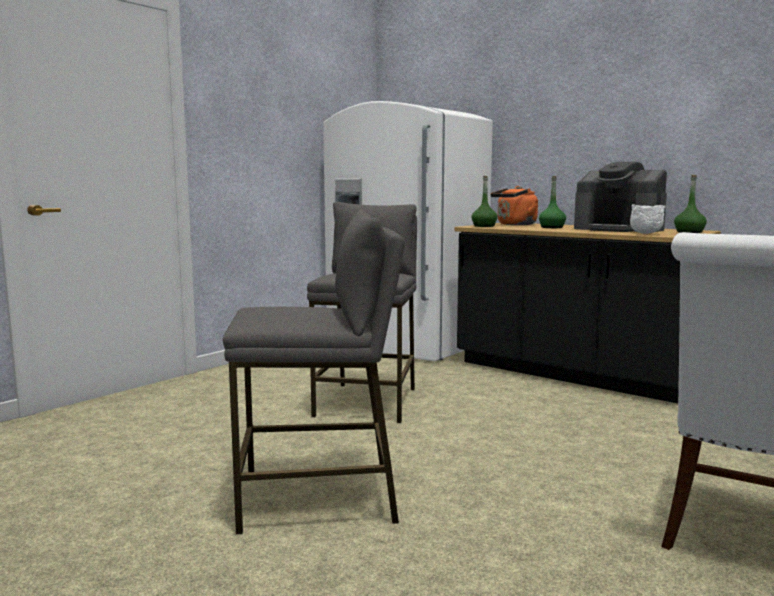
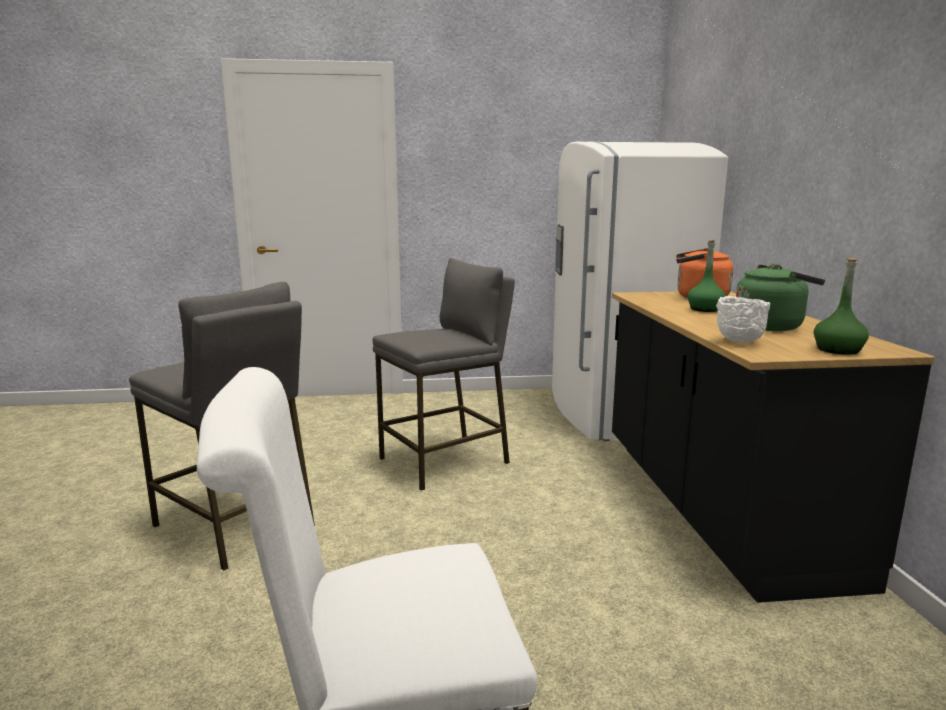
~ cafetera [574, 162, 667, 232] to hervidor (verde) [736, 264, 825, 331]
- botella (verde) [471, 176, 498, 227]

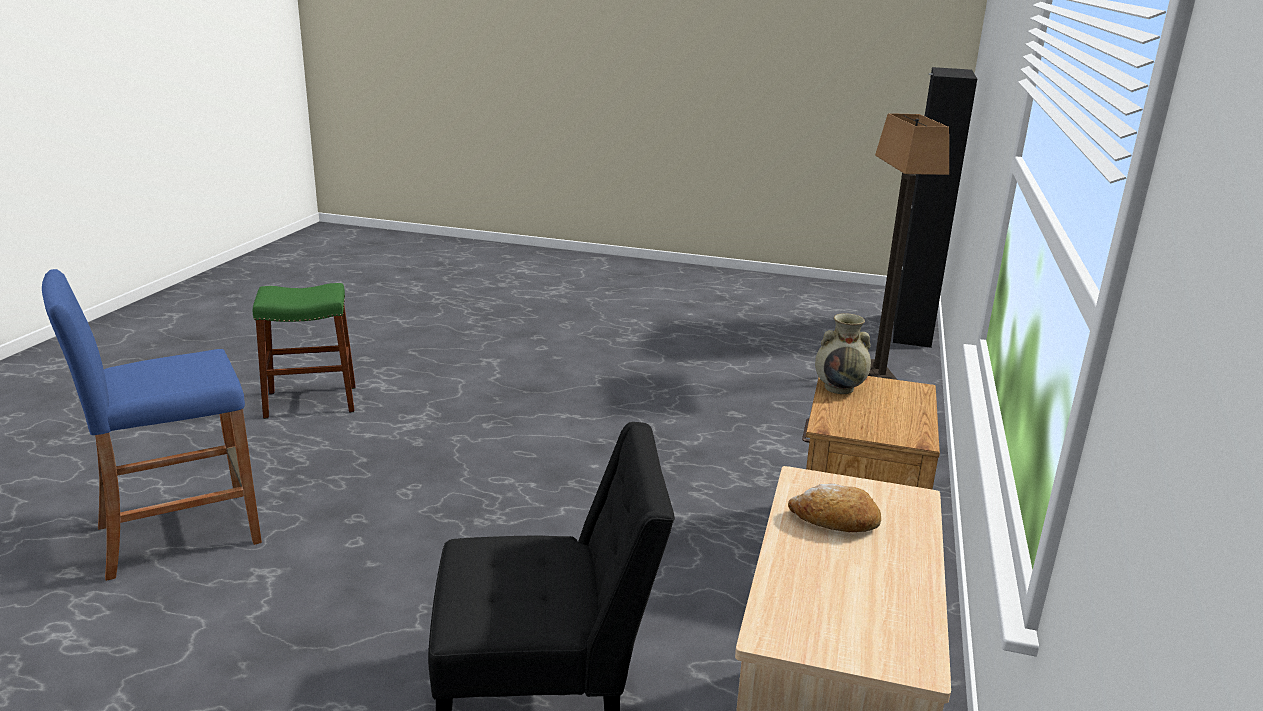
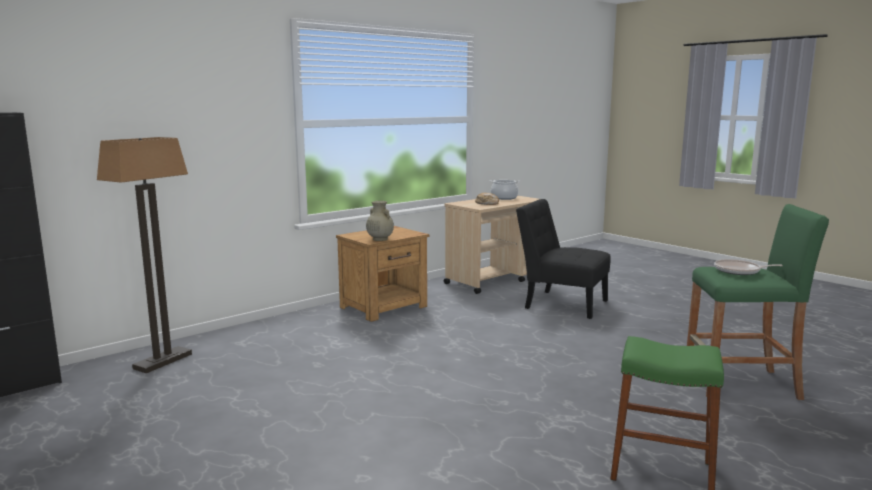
+ olla [490, 180, 520, 200]
~ taburete (azul) [42, 269, 262, 581] to taburete (verde) [687, 204, 829, 400]
+ sartén [714, 259, 783, 275]

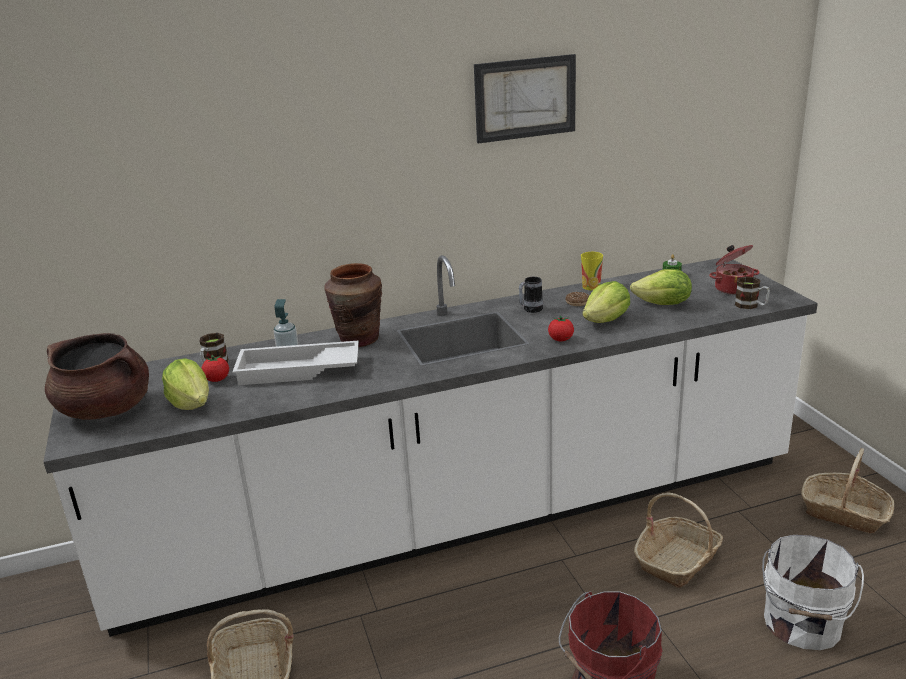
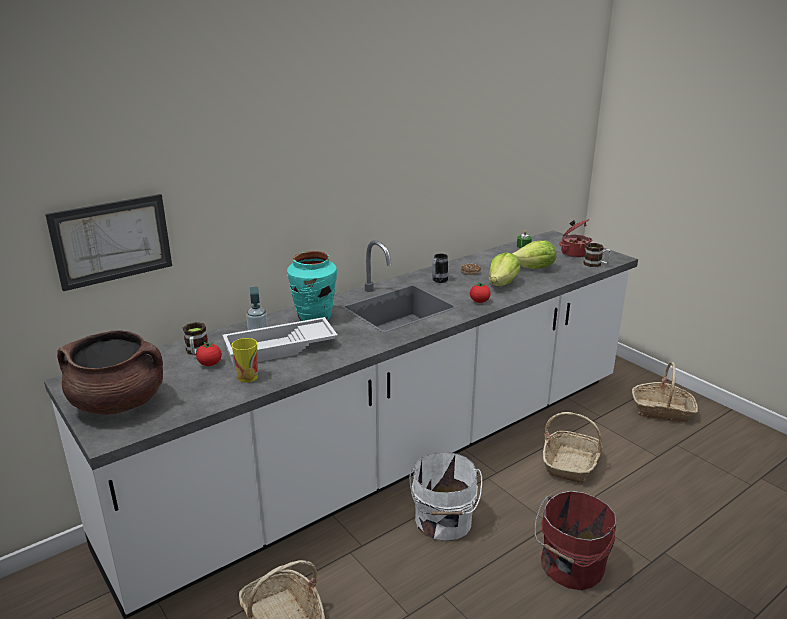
~ cuadro [474, 54, 576, 144] to [45, 194, 172, 291]
~ taza [581, 252, 603, 290] to [232, 338, 258, 382]
~ florero (marrón) [324, 263, 382, 347] to florero (turquesa) [287, 251, 337, 321]
~ cubo (blanco) [762, 535, 864, 650] to [409, 452, 482, 541]
- lechuga [162, 358, 209, 410]

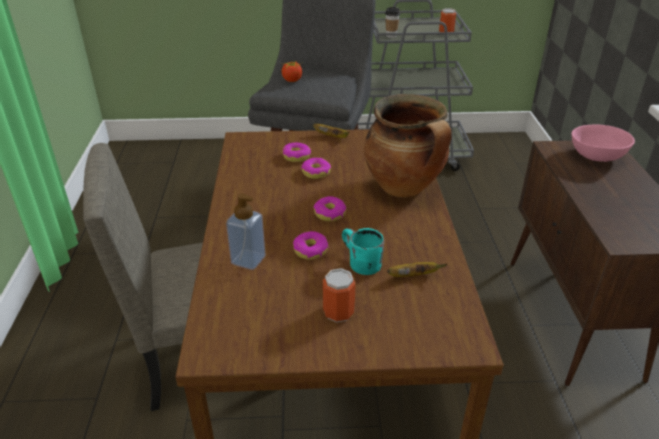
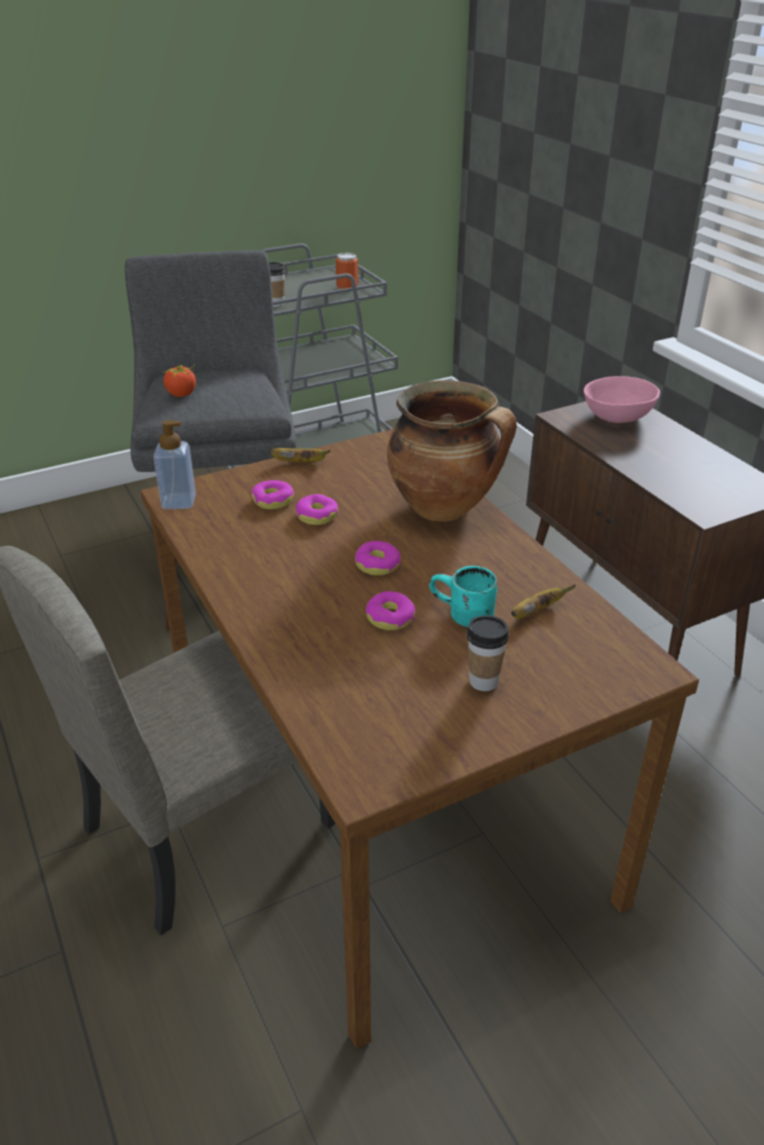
~ dispensador de jabón [226, 194, 266, 270] to [153, 420, 196, 509]
~ lata [323, 268, 356, 322] to taza [467, 616, 509, 691]

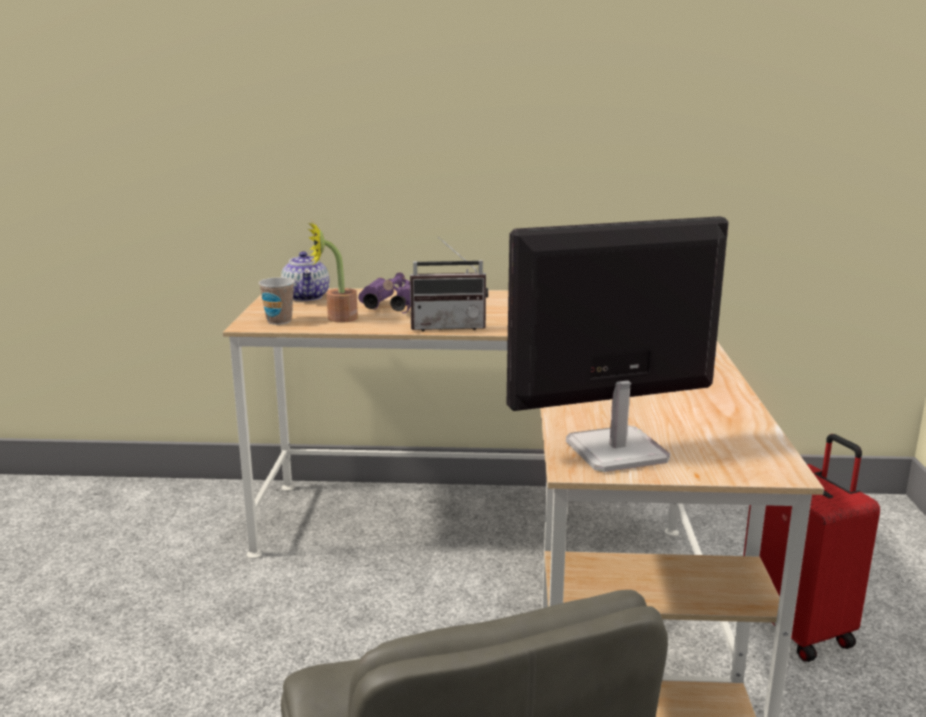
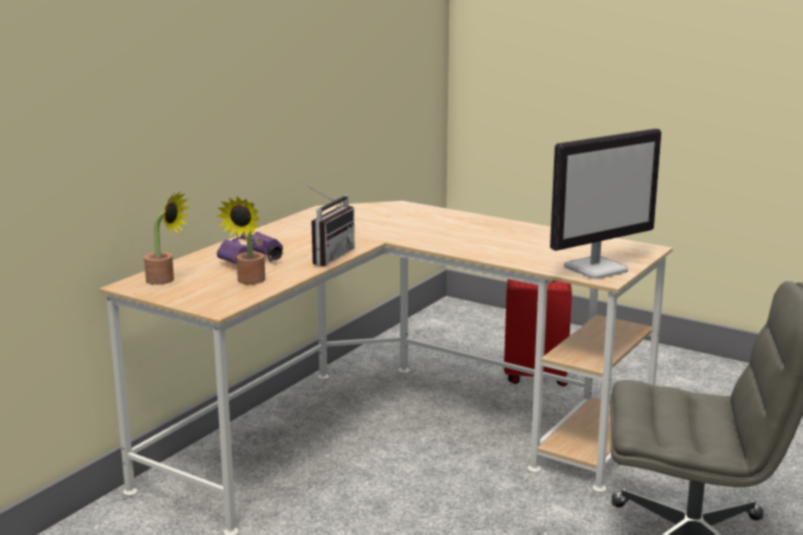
~ tetera [281, 251, 329, 301] to planta en maceta [144, 192, 190, 285]
~ monitor [507, 216, 729, 472] = [550, 129, 661, 279] 135 degrees counterclockwise
- taza [258, 277, 295, 325]

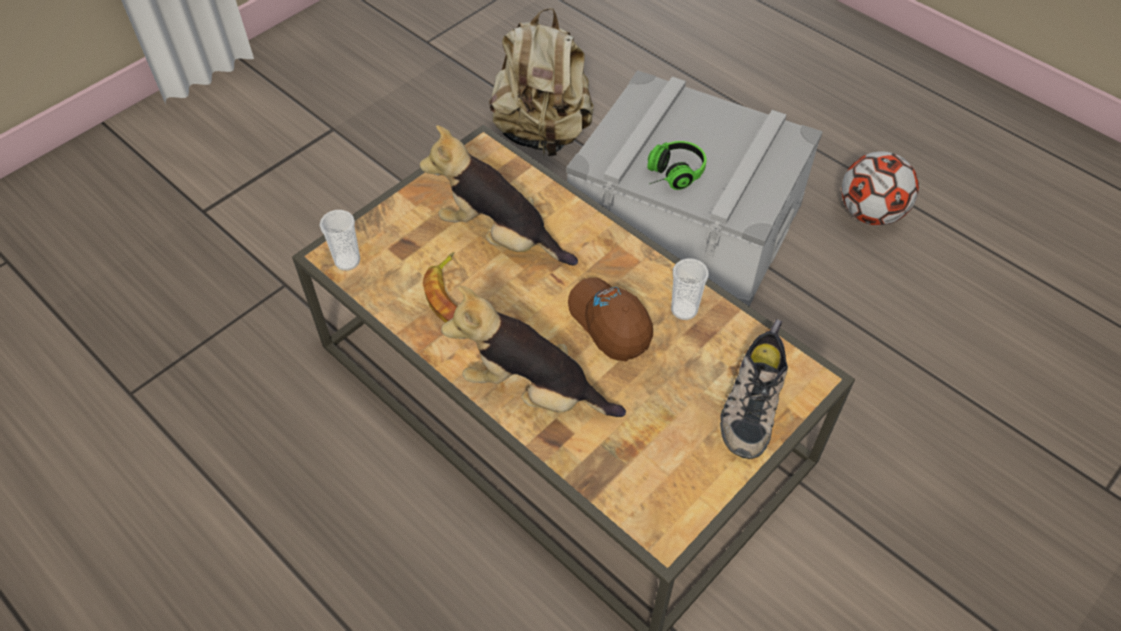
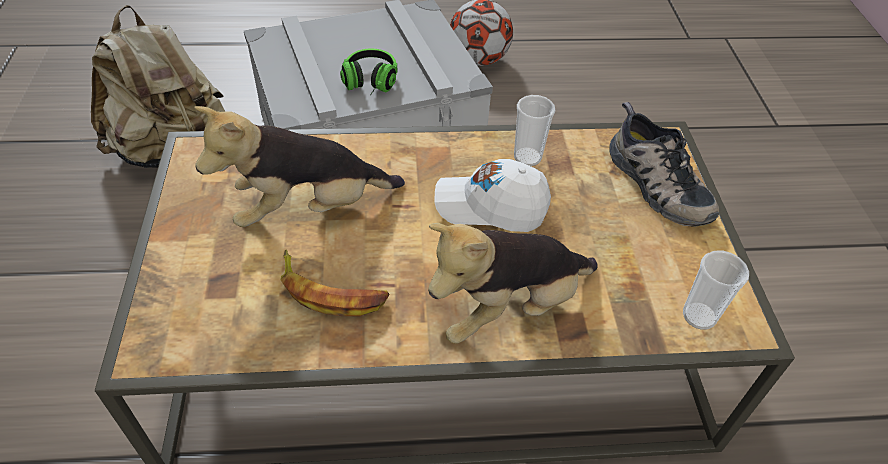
~ gorra (marrón) [568, 277, 653, 361] to gorra (blanco) [434, 159, 551, 232]
~ taza [319, 210, 360, 271] to [683, 251, 749, 330]

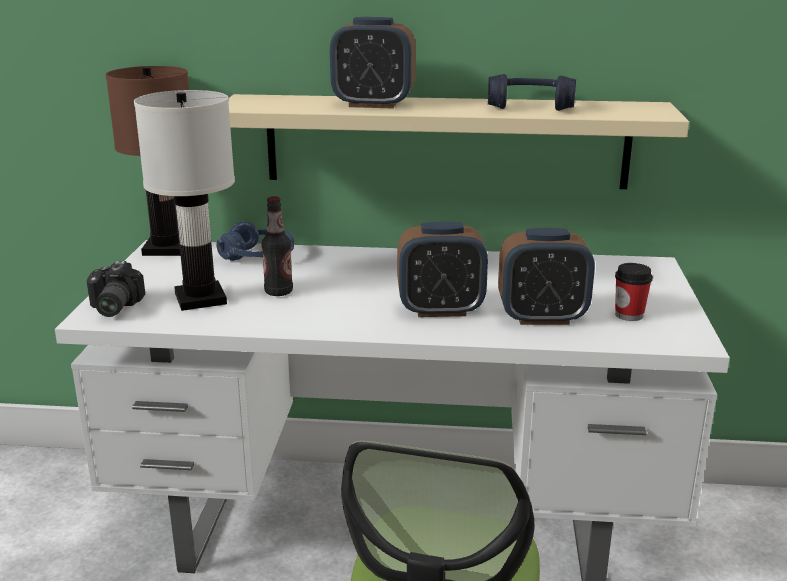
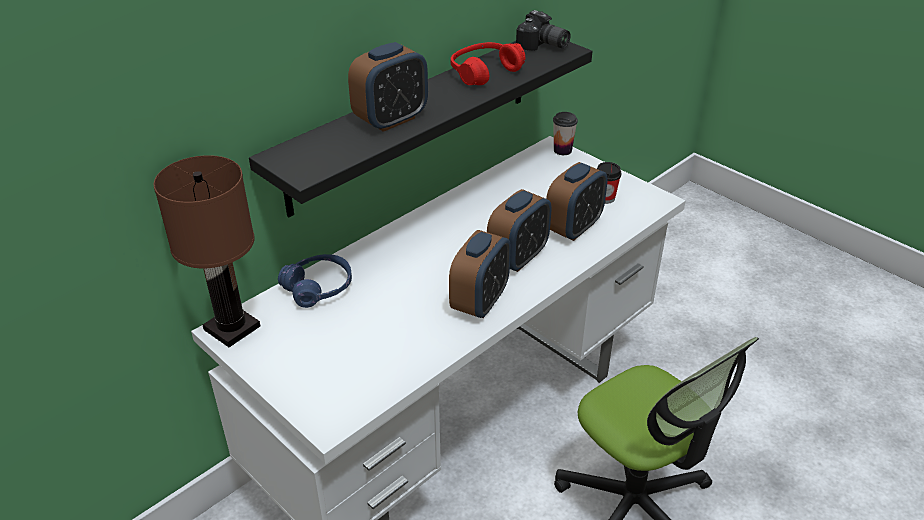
~ estante (beis) [229, 94, 689, 189] to estante (negro) [249, 41, 592, 217]
+ despertador [449, 230, 511, 318]
~ auriculares (azul) [488, 74, 576, 111] to auriculares (rojo) [451, 42, 525, 85]
~ cámara [87, 261, 145, 317] to [516, 10, 571, 51]
+ taza [553, 112, 578, 155]
- lámpara de mesa (blanco) [134, 90, 235, 311]
- botella [262, 196, 293, 296]

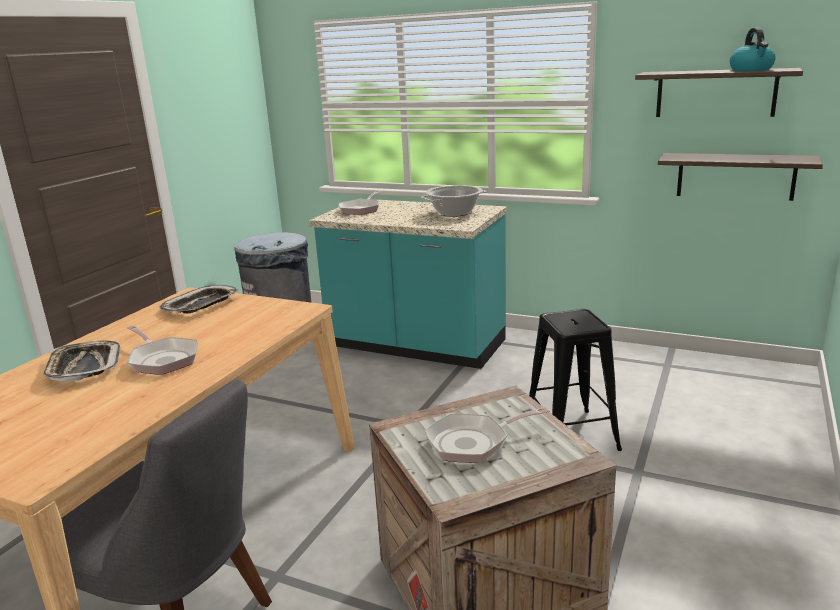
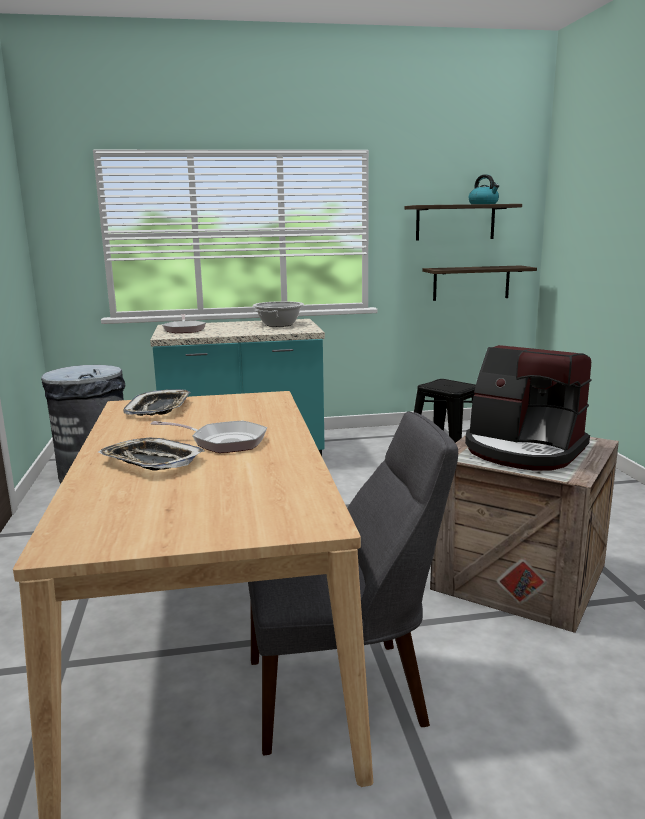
~ sartén [424, 407, 550, 463] to cafetera [465, 345, 592, 471]

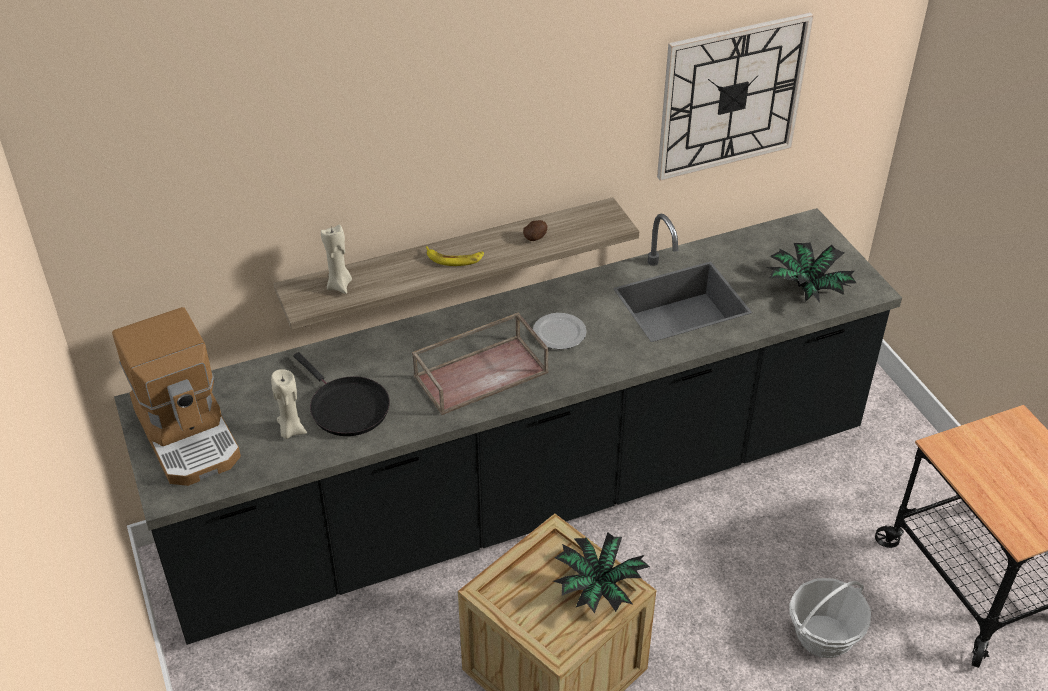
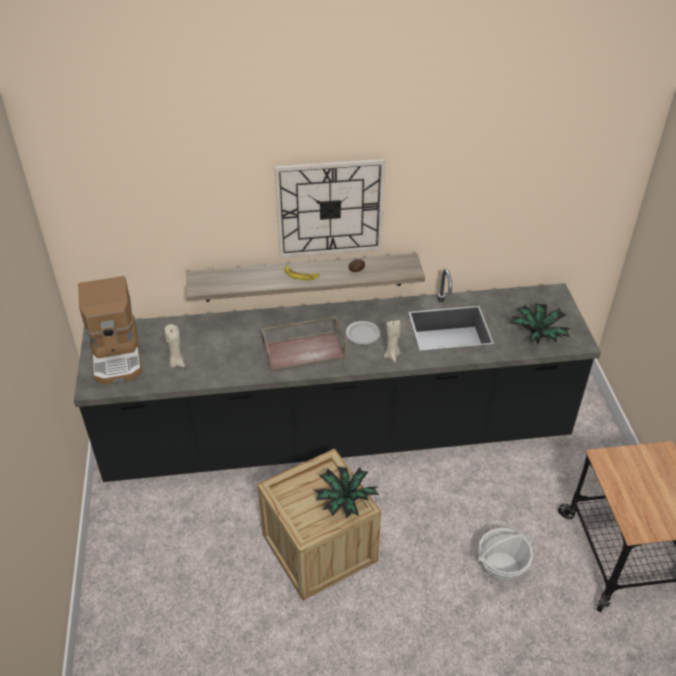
~ reloj de pared [657, 12, 814, 181] to [274, 159, 385, 258]
~ vela (beis) [321, 225, 352, 294] to [384, 320, 401, 362]
- sartén (negro) [293, 352, 390, 436]

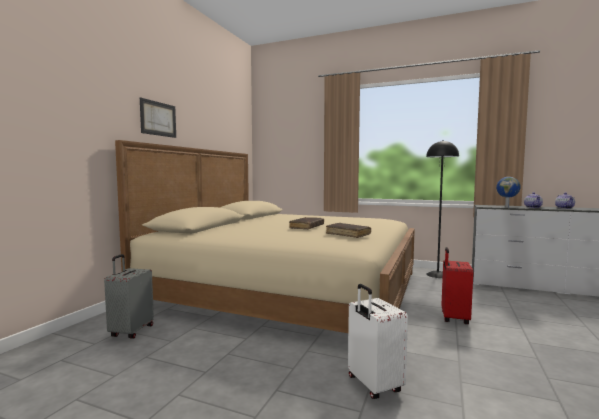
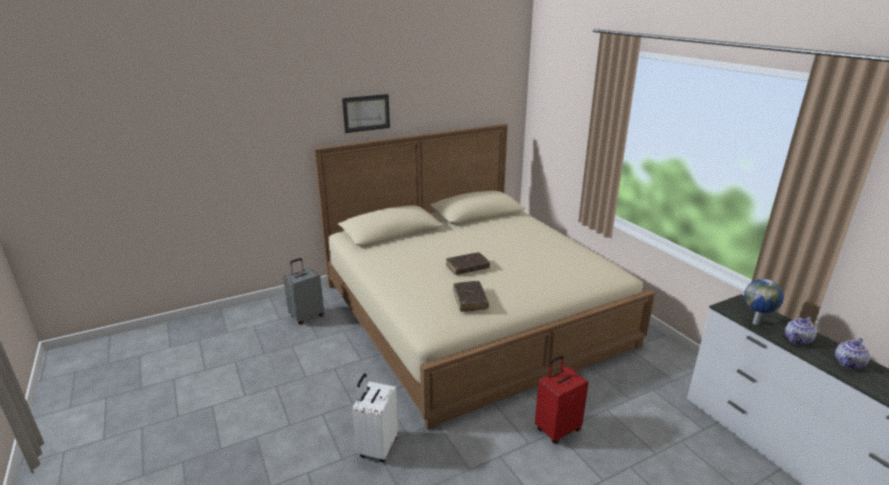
- lámpara de pie (negro) [426, 140, 459, 278]

